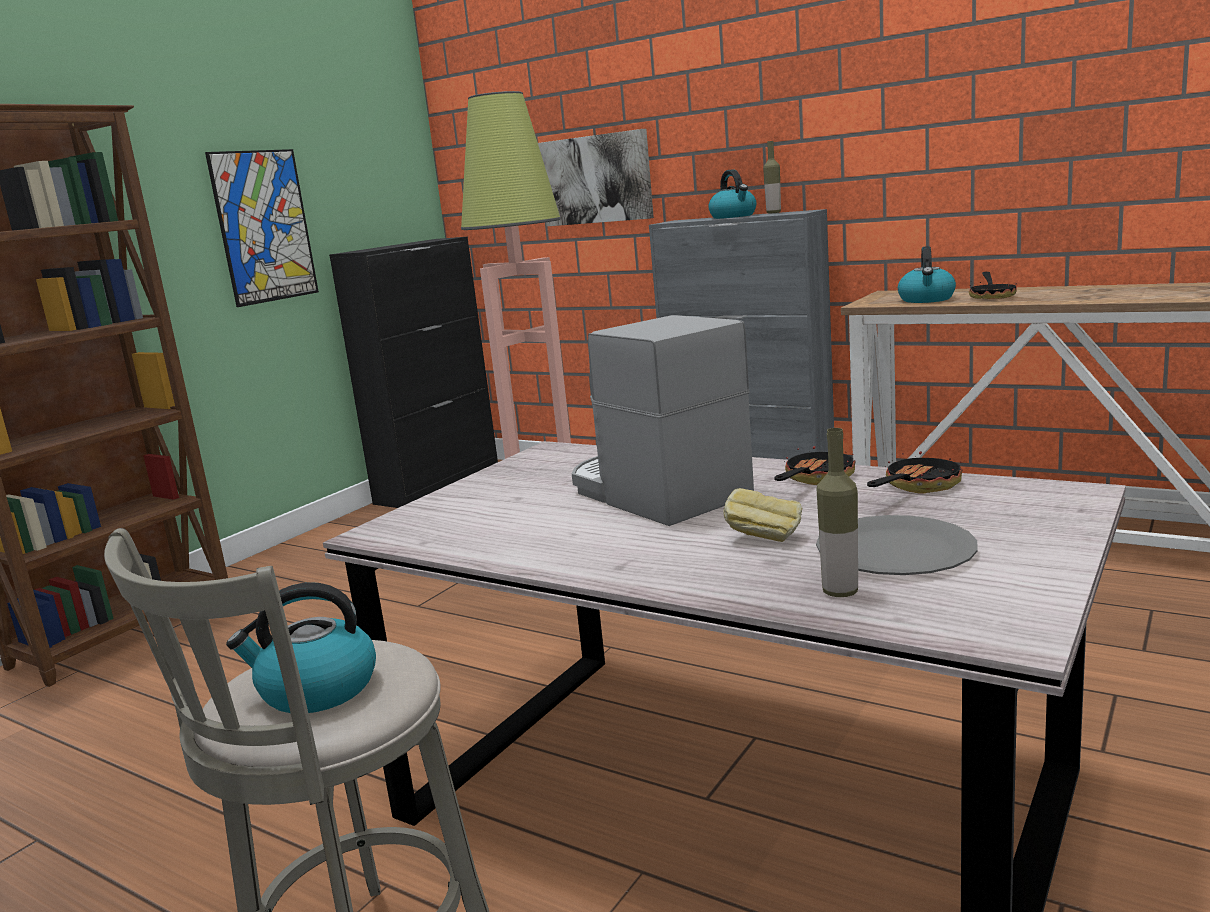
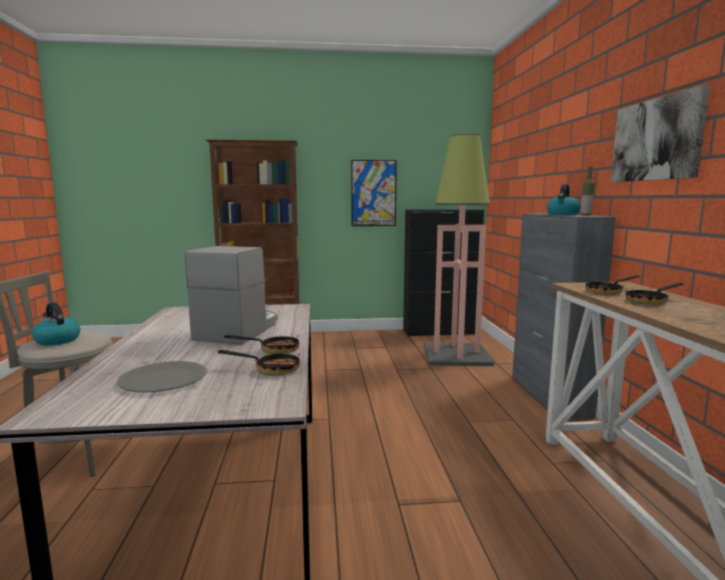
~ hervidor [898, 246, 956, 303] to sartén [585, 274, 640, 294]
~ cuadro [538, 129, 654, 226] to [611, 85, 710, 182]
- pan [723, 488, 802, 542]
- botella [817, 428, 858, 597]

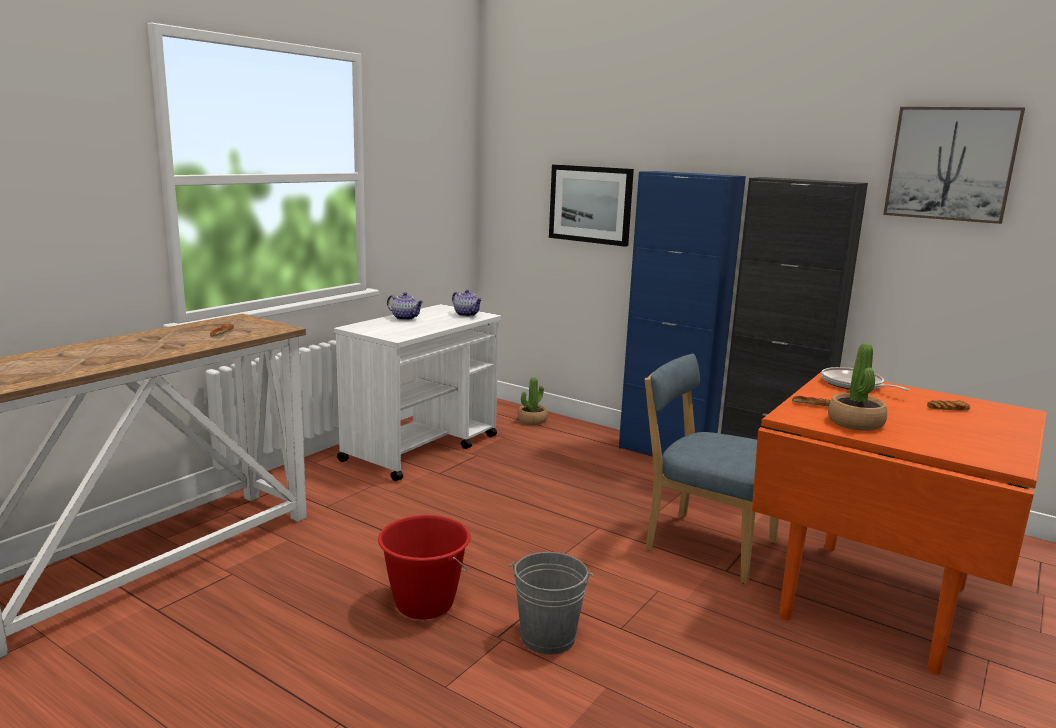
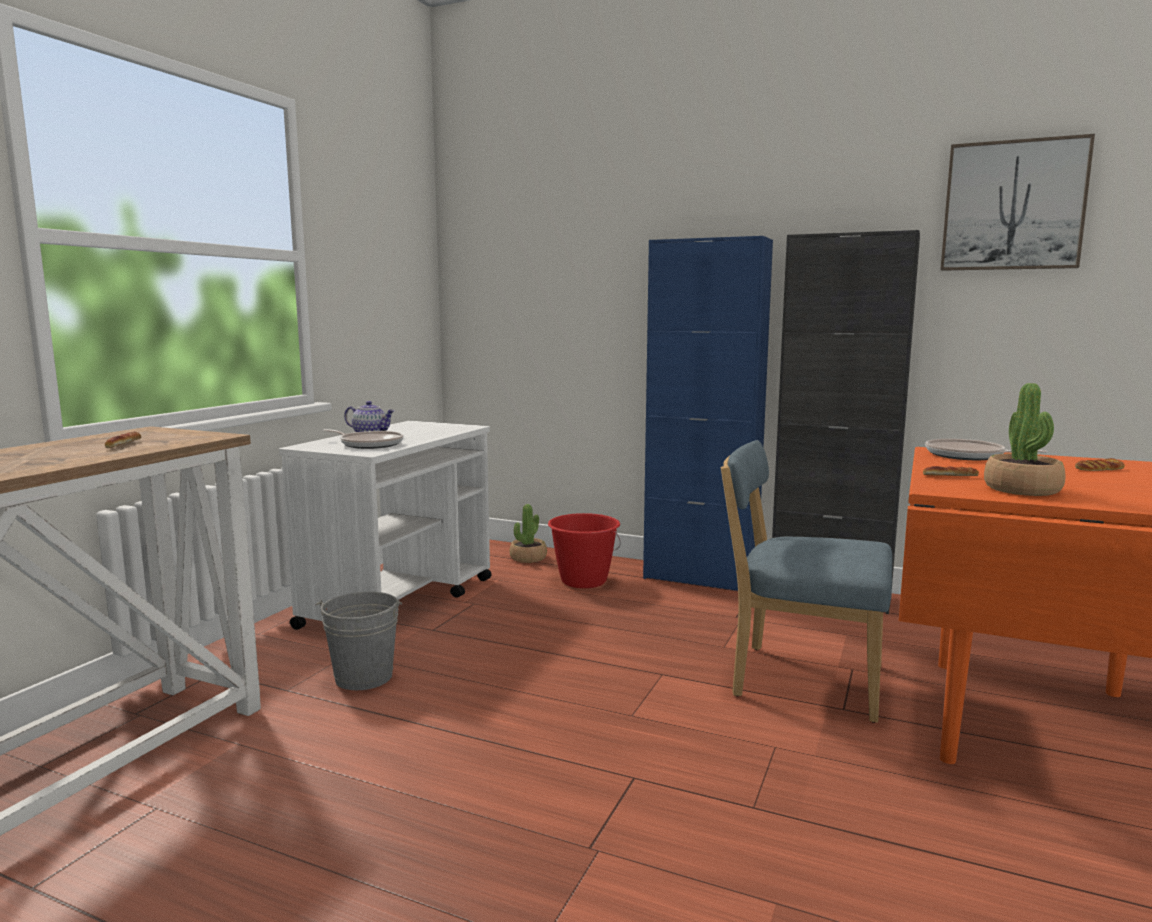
~ cubo (gris) [509, 552, 593, 655] to [315, 592, 402, 690]
+ sartén [323, 429, 404, 449]
~ cubo (rojo) [378, 515, 471, 619] to [548, 513, 621, 588]
- tetera [452, 290, 482, 317]
- cuadro [549, 165, 634, 247]

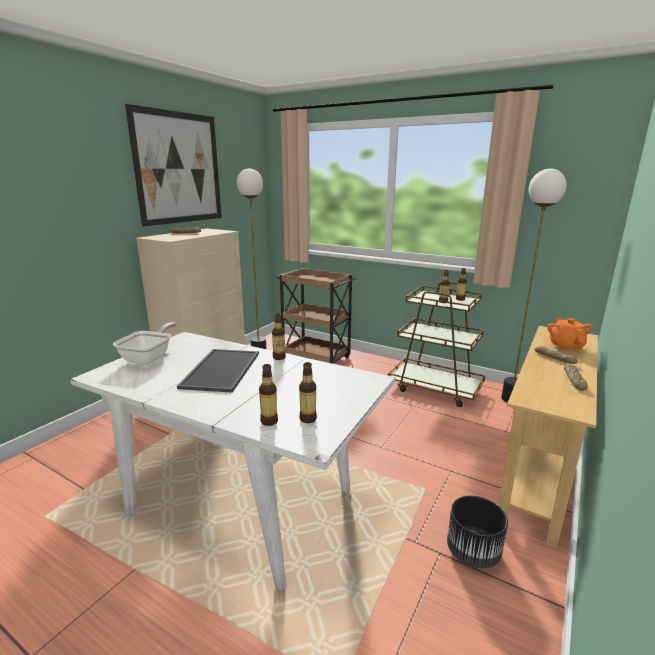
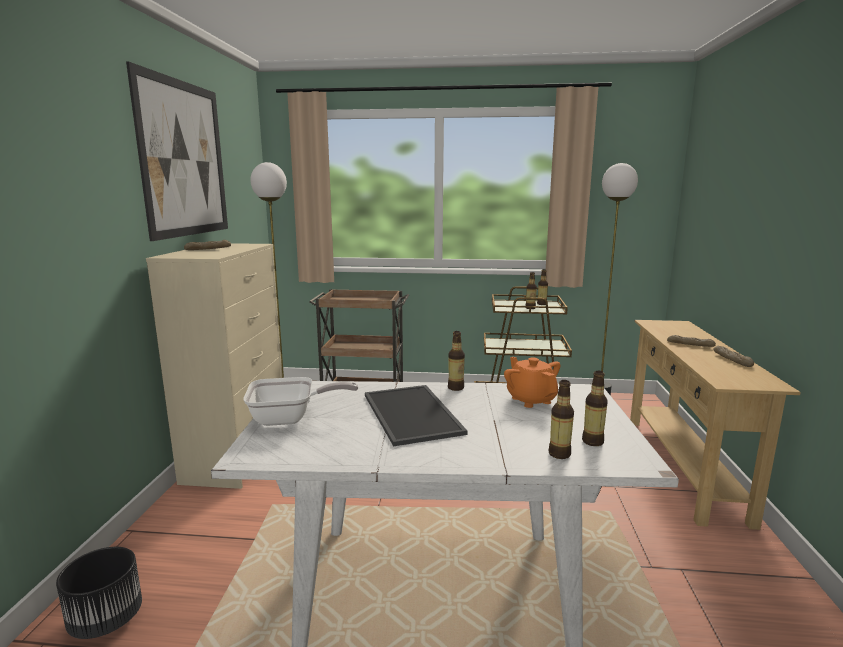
~ maceta (negro) [447, 496, 508, 569] to [56, 547, 142, 639]
~ sartén [113, 322, 177, 365] = [243, 377, 358, 426] 90 degrees clockwise
~ tetera (naranja) [547, 317, 593, 351] to [504, 357, 560, 408]

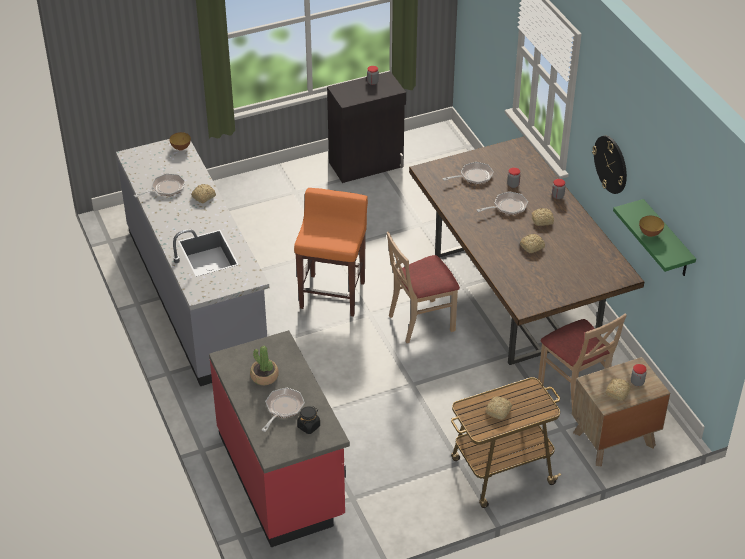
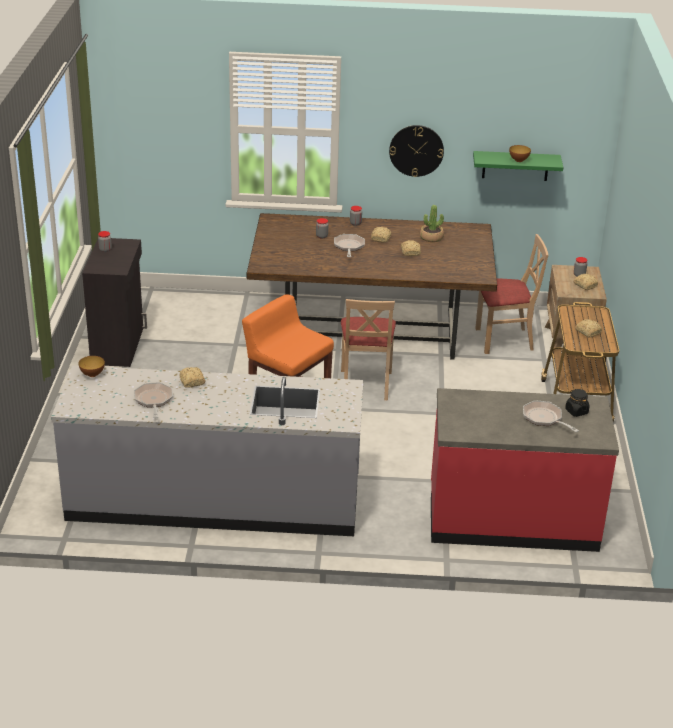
~ planta en maceta [250, 346, 279, 385] to [420, 205, 444, 242]
- sartén [443, 162, 494, 184]

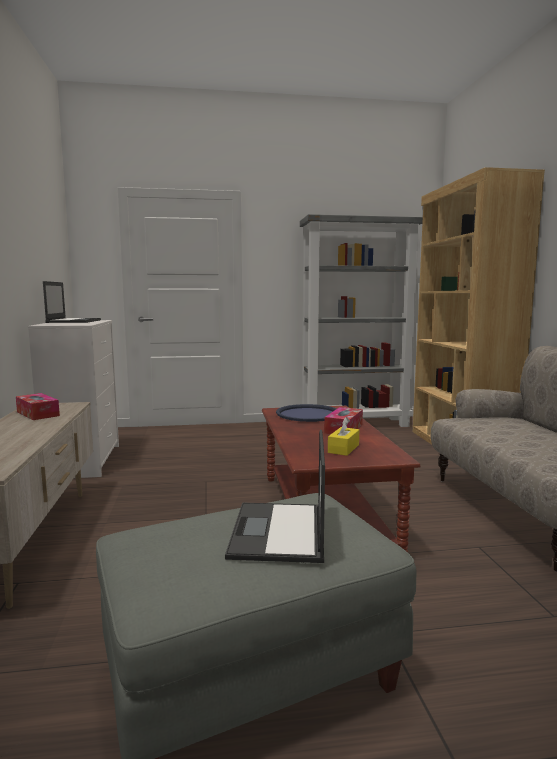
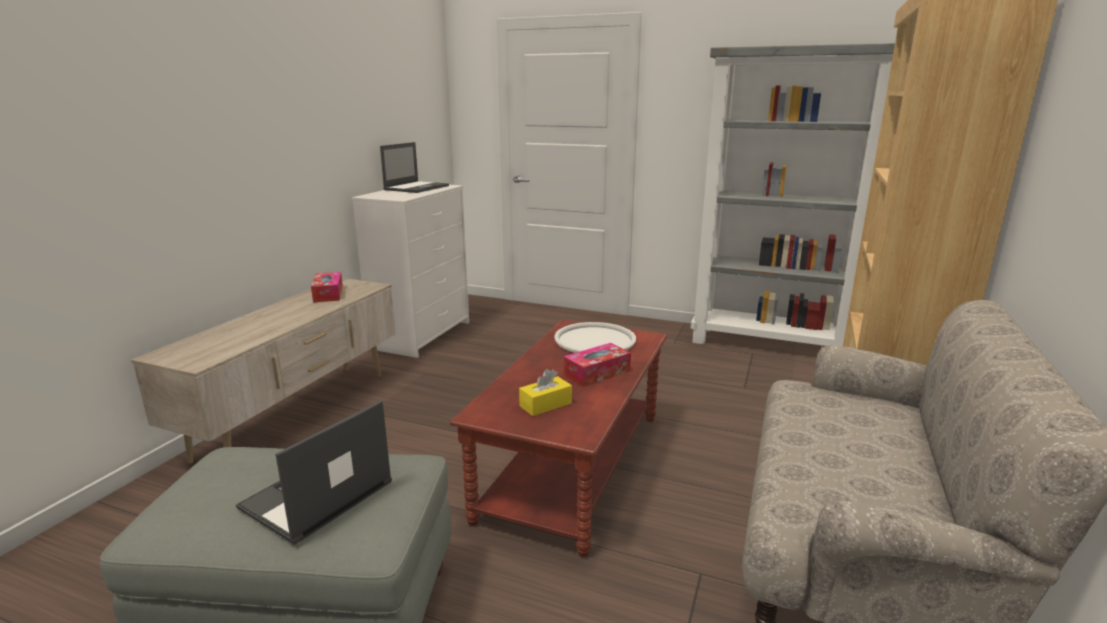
~ bandeja (azul) [276, 404, 337, 422] to bandeja (blanco) [554, 322, 636, 353]

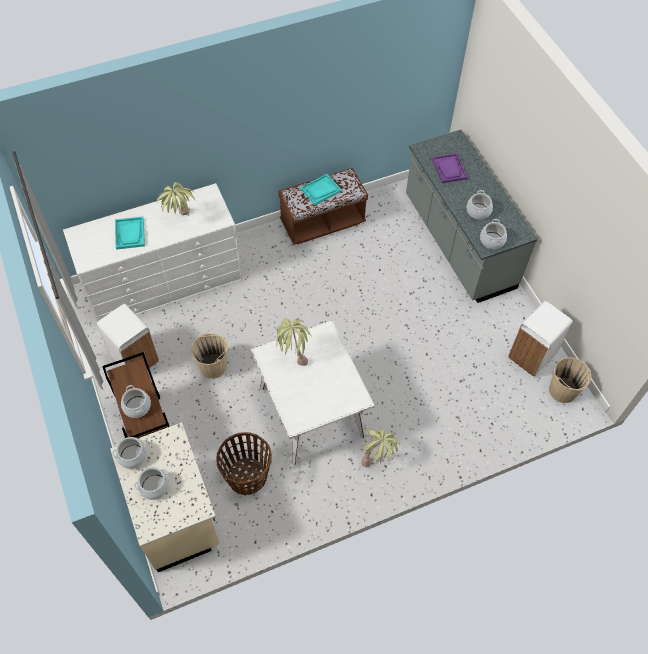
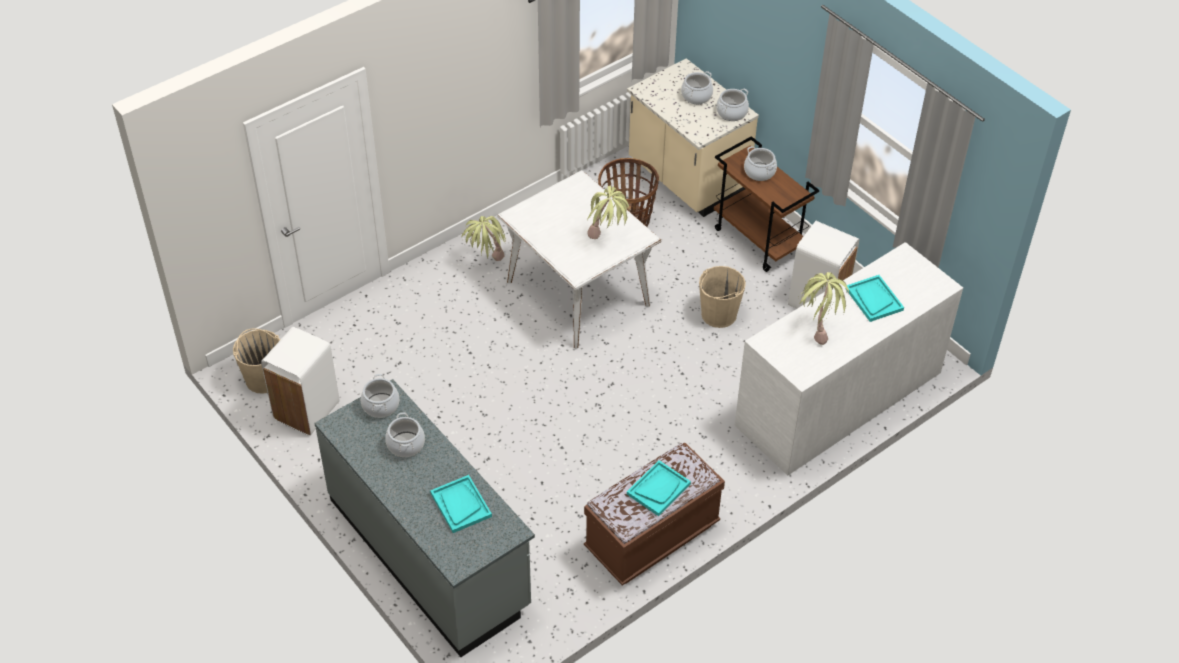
~ bandeja (morado) [432, 153, 467, 183] to bandeja (turquesa) [430, 475, 492, 533]

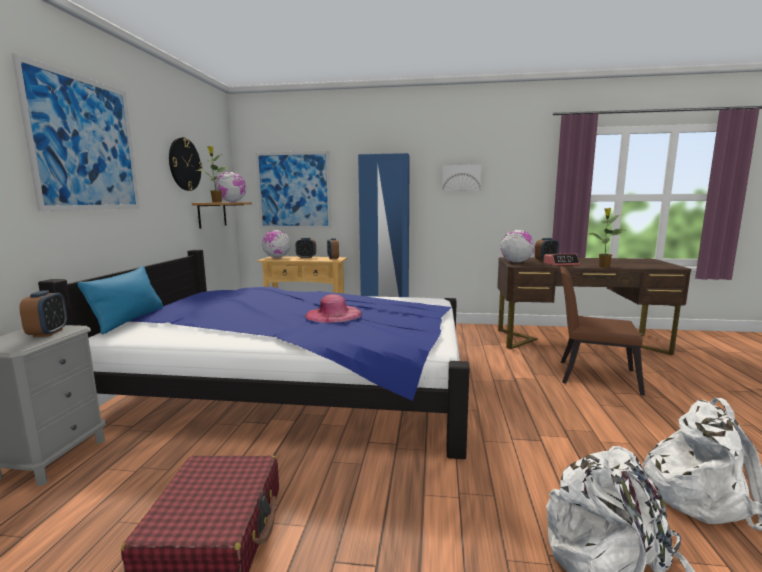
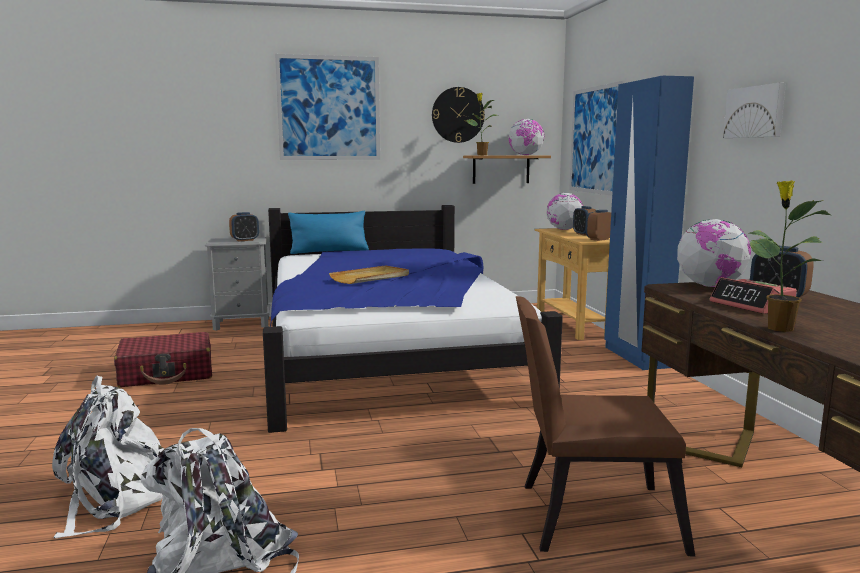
~ sombrero (rosa) [305, 294, 362, 323] to bandeja (beis) [329, 265, 409, 284]
~ silla (marrón) [560, 266, 645, 396] = [516, 296, 695, 556] 90 degrees counterclockwise

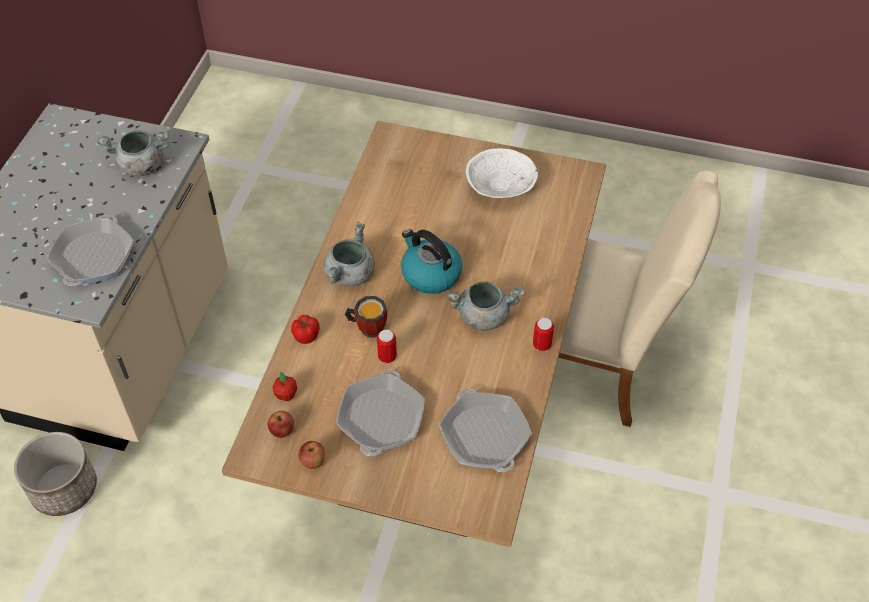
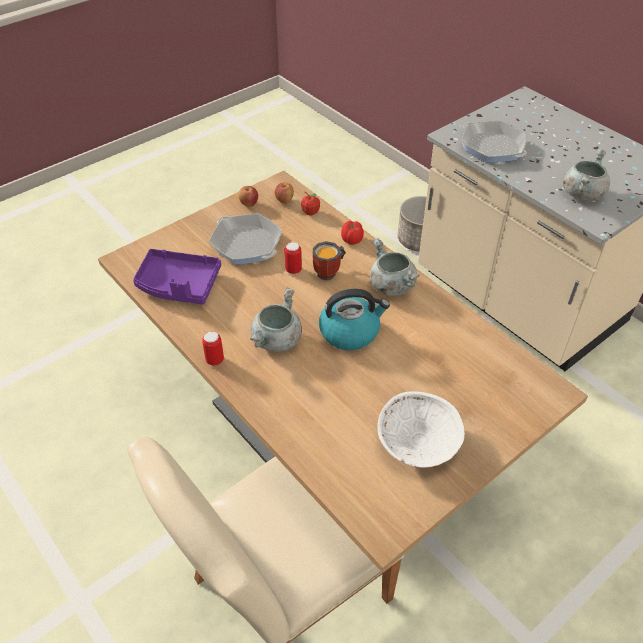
~ sartén [439, 388, 532, 472] to bandeja (morado) [133, 249, 221, 304]

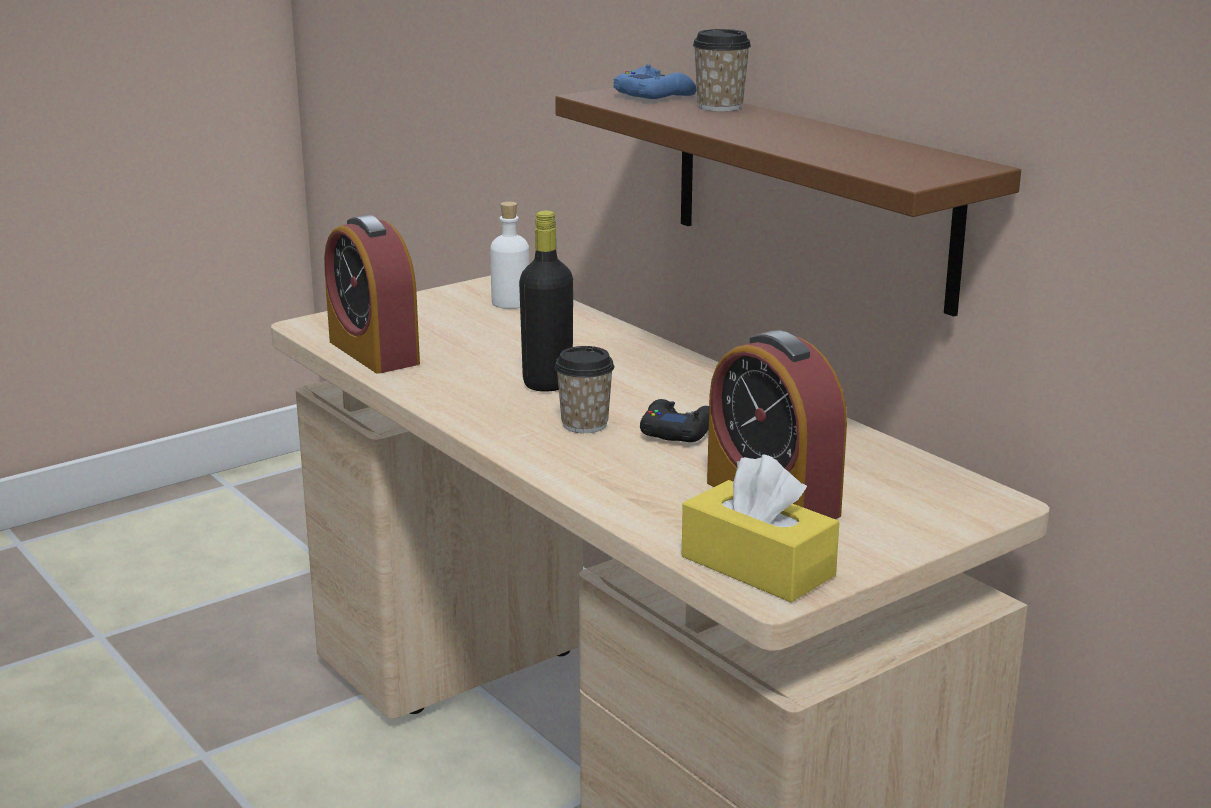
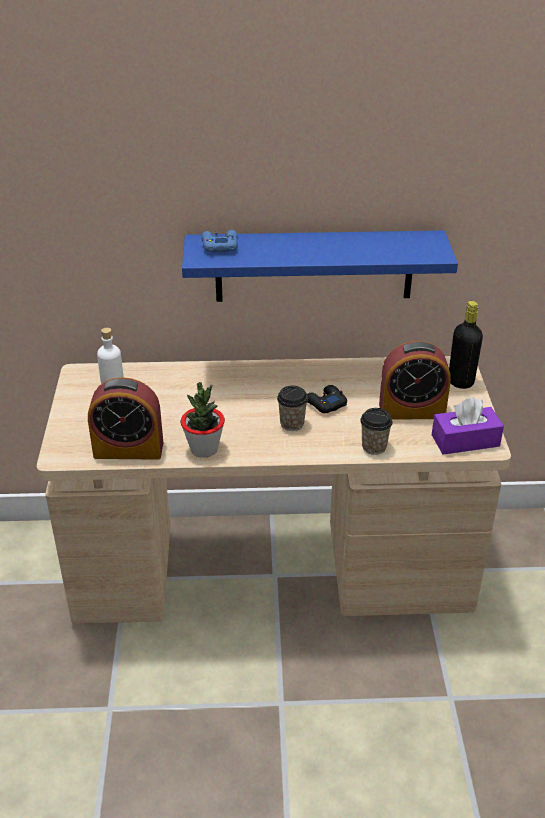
+ planta en maceta [181, 382, 225, 458]
~ estante (marrón) [555, 88, 1021, 317] to estante (azul) [182, 230, 458, 302]
~ taza [693, 29, 751, 112] to [360, 408, 393, 455]
~ caja de pañuelos (amarillo) [682, 454, 839, 603] to caja de pañuelos (morado) [432, 397, 504, 455]
~ botella (negro) [519, 211, 573, 392] to [449, 301, 483, 389]

